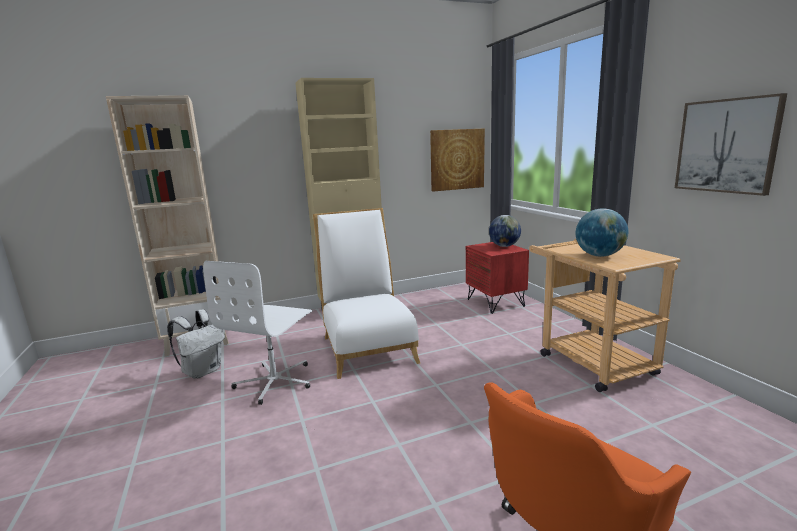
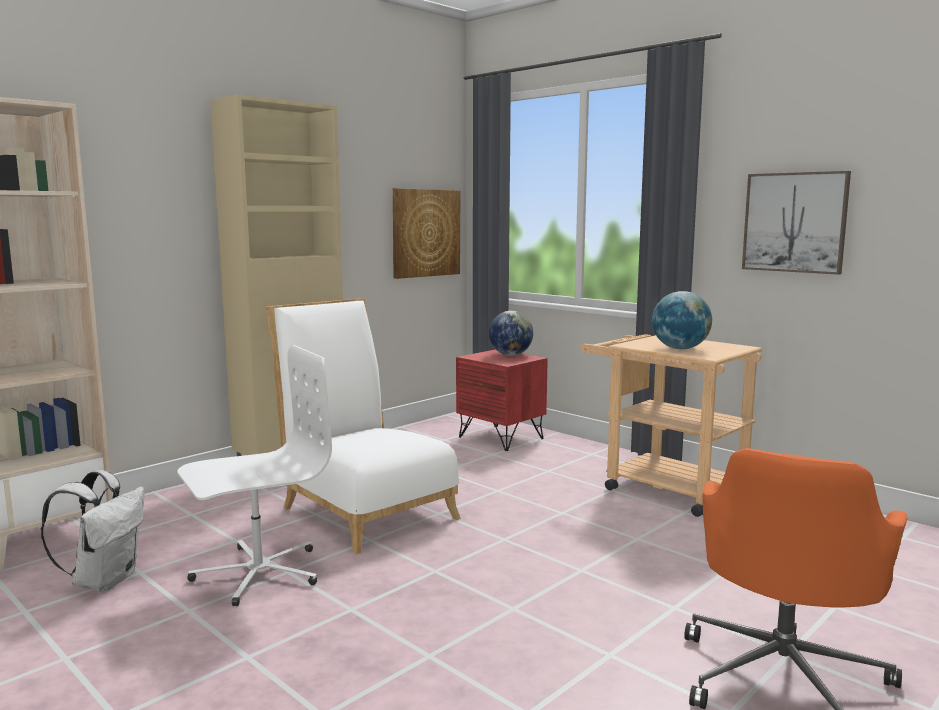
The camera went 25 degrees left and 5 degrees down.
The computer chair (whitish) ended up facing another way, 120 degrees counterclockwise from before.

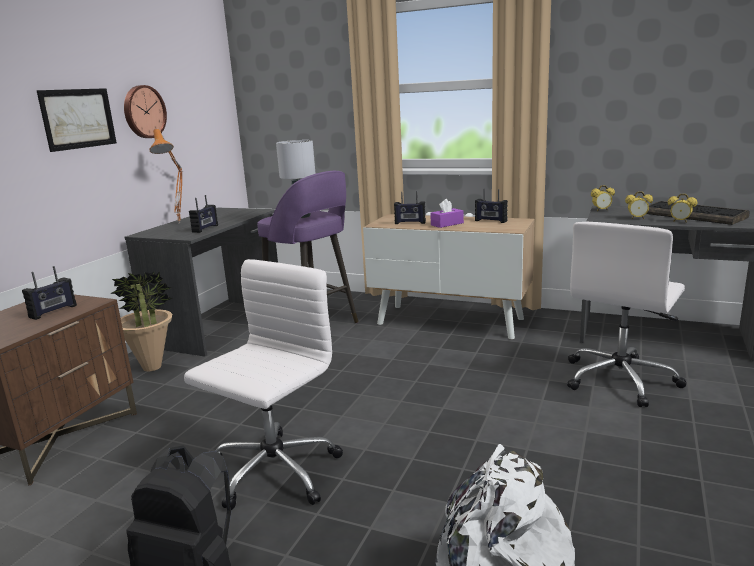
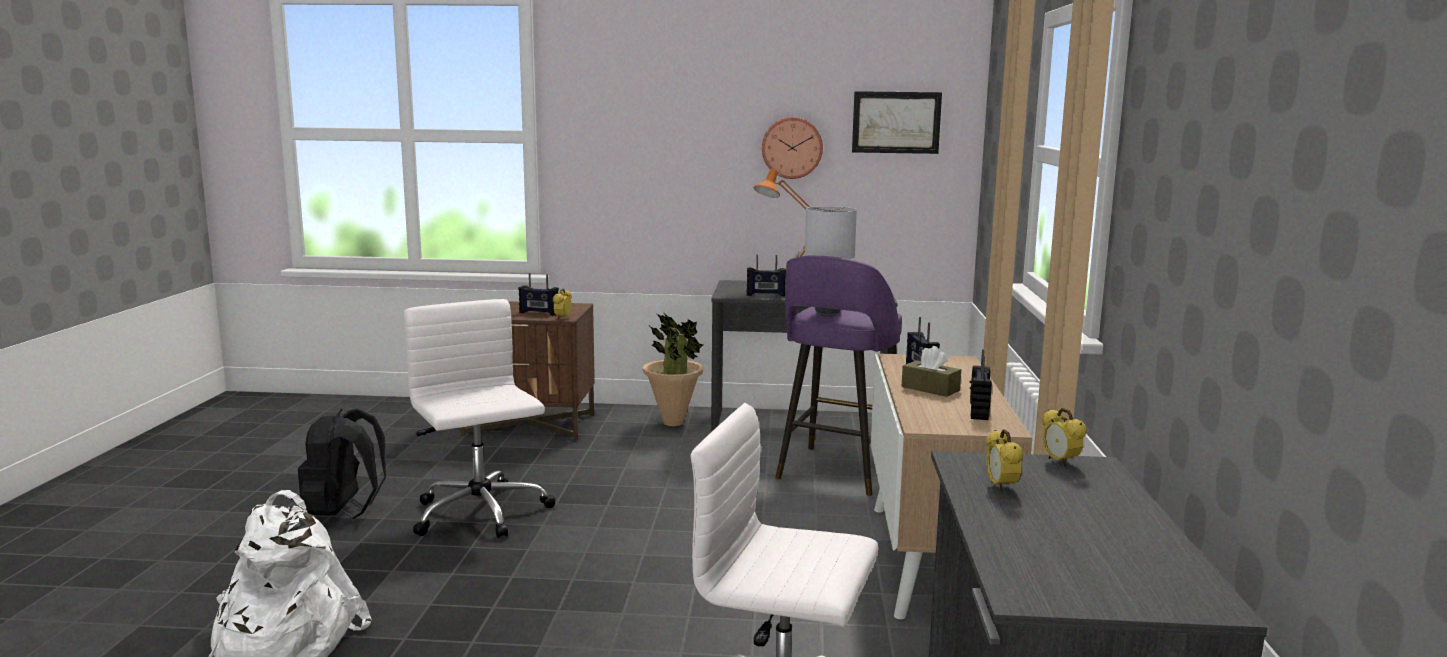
The camera went 70 degrees right and 5 degrees down.
The computer chair (whitish) (1st from left) ended up facing another way, 135 degrees counterclockwise from before.
The alarm clock (3rd from left in the first image) ended up elsewhere.
The wall art ended up elsewhere.
What was the tissue box (purple) turned into the tissue box (brown).
The second view lost the computer keyboard.

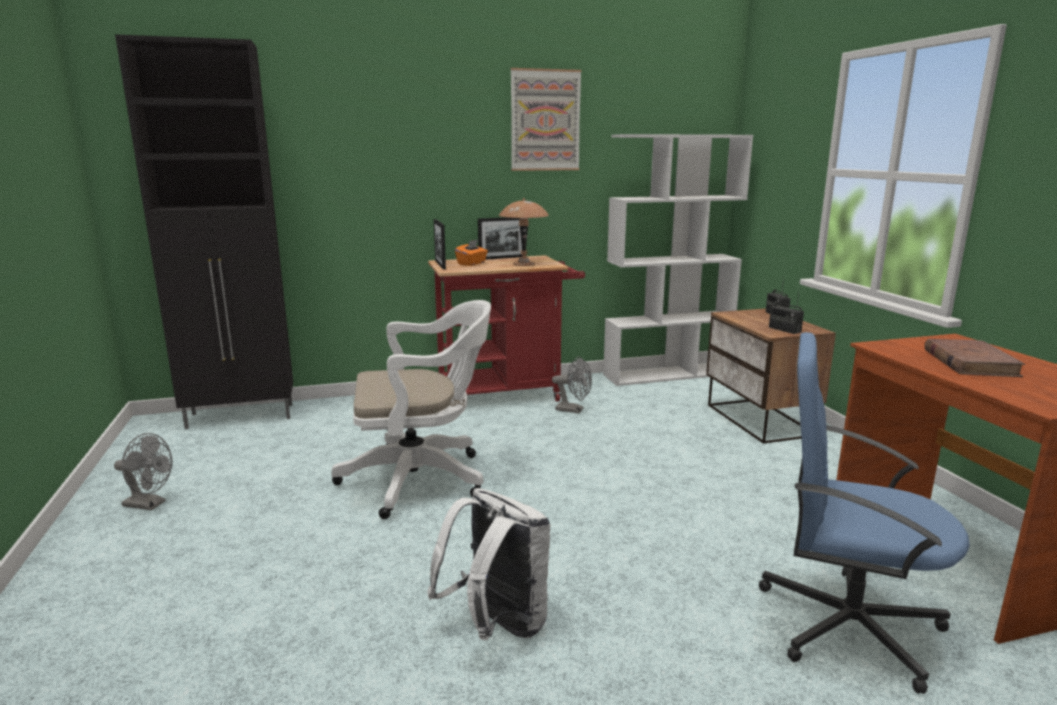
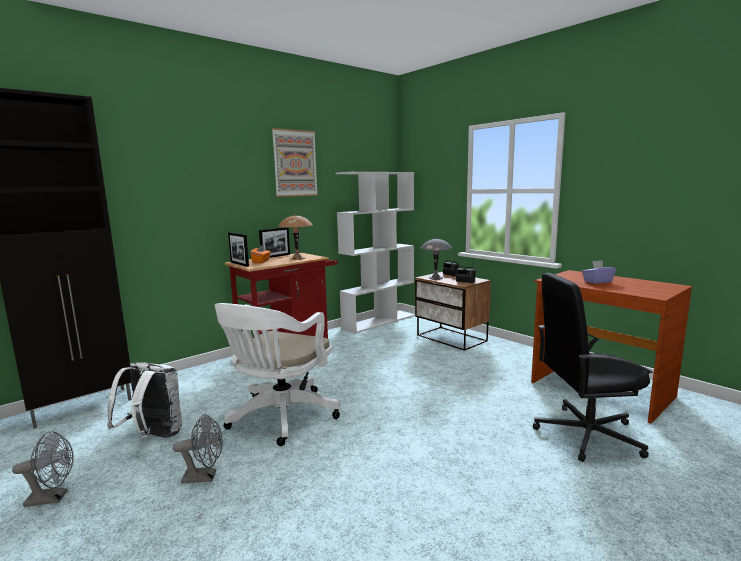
The camera went 25 degrees left and 5 degrees down.
The knapsack (whitish) ended up elsewhere.
The electric fan (greyish) (2nd from left) ended up elsewhere.
The computer chair (whitish) ended up facing another way, 150 degrees clockwise from before.
The second view gained the lamp for a table (greyish).
What was the computer chair (blue) turned into the computer chair (black-coloured).
Where the bound book (brown) stood, the tissue box (purple) came to stand.

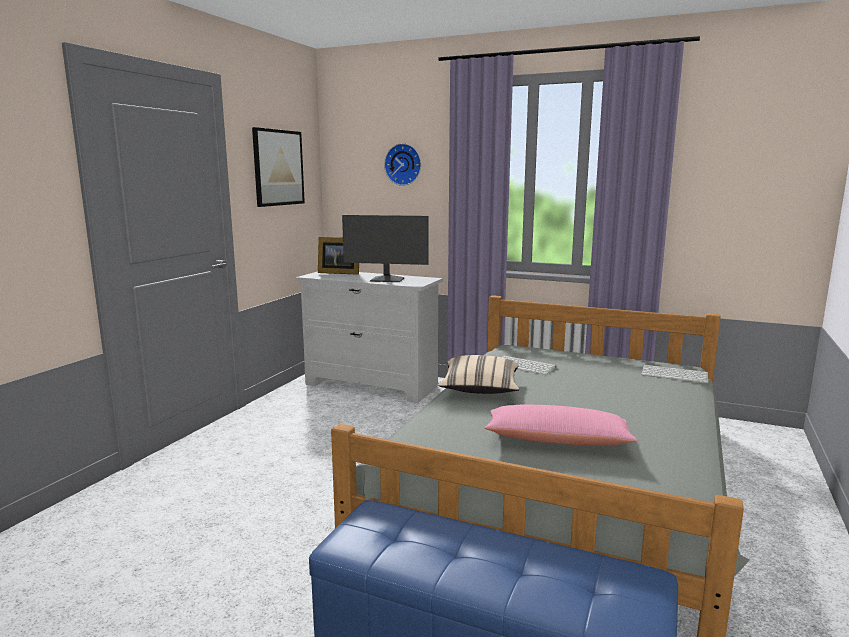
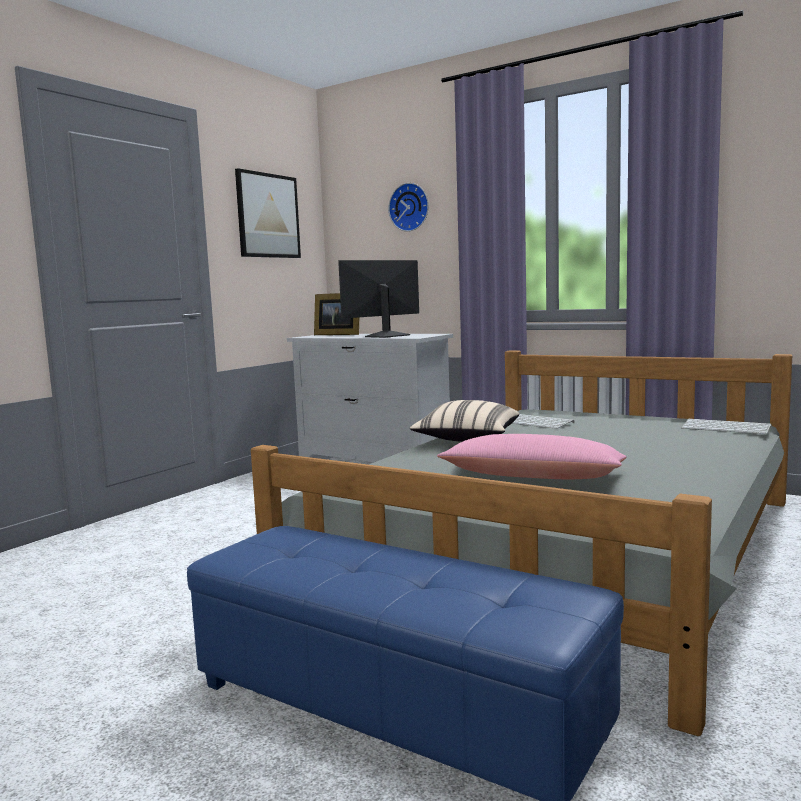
The camera went 10 degrees right and 5 degrees down.
The computer display ended up facing another way, 120 degrees clockwise from before.

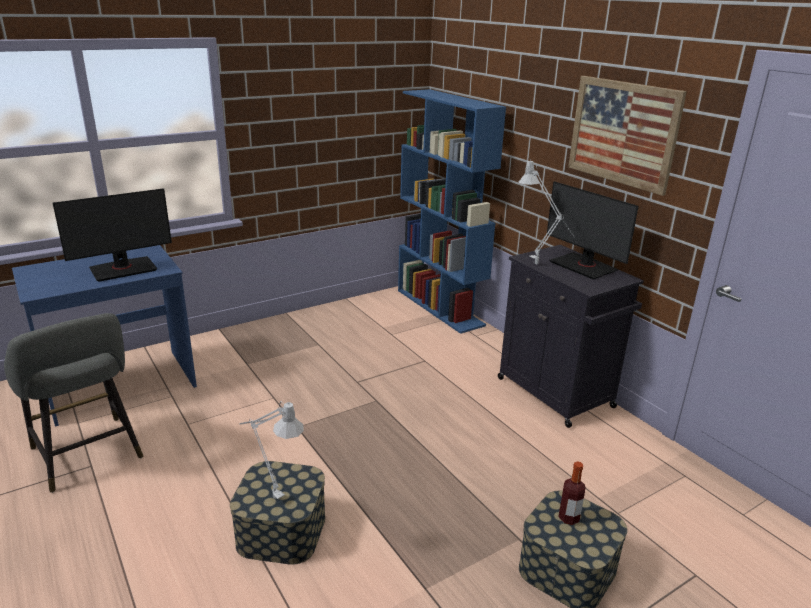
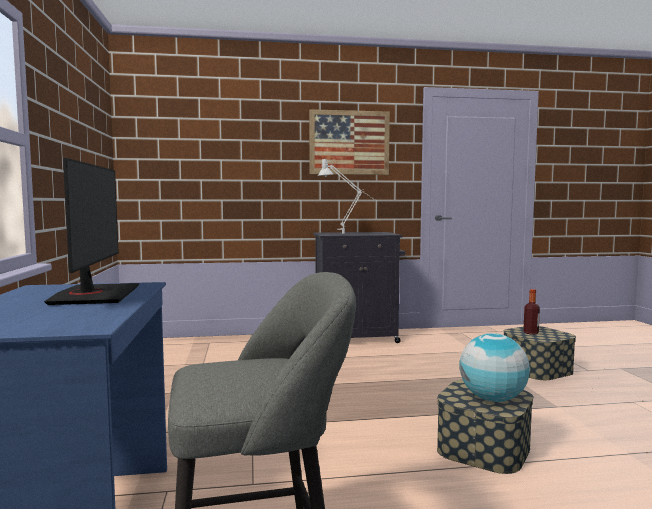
The camera went 65 degrees left and 20 degrees down.
Where the lamp for a table (greyish) (1st from left) stood, the desk globe came to stand.
The second view lost the bookcase (blue).
The second view lost the computer display (2nd from left).

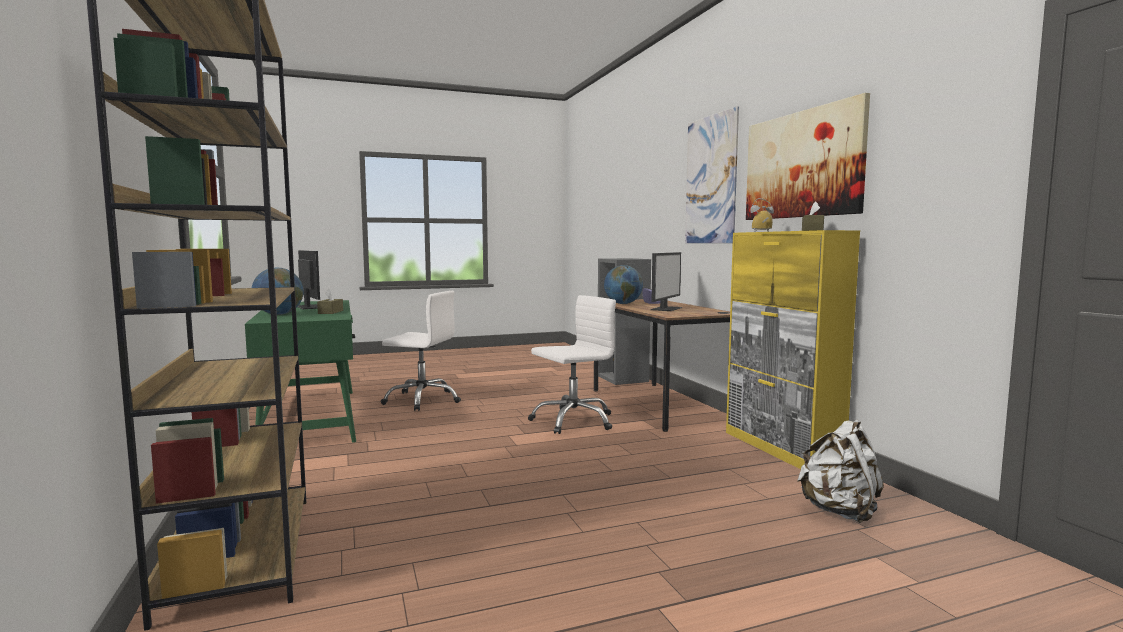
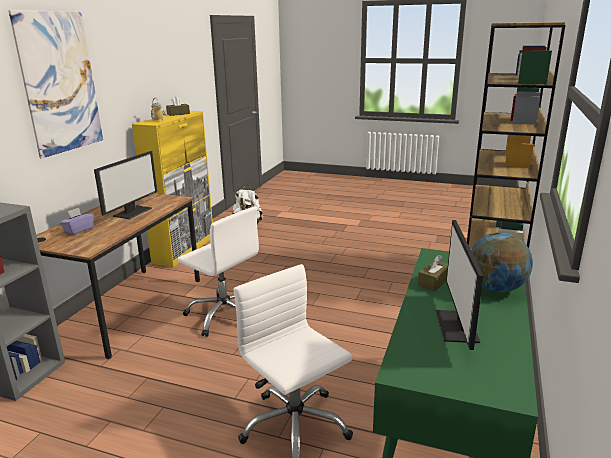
The camera went 140 degrees left and 15 degrees up.
The computer display (2nd from left in the first image) ended up facing another way, 135 degrees clockwise from before.
The computer chair (whitish) (2nd from left in the first image) ended up facing another way, 150 degrees counterclockwise from before.
The second view lost the desk globe (2nd from left).
The second view lost the wall art (2nd from left).

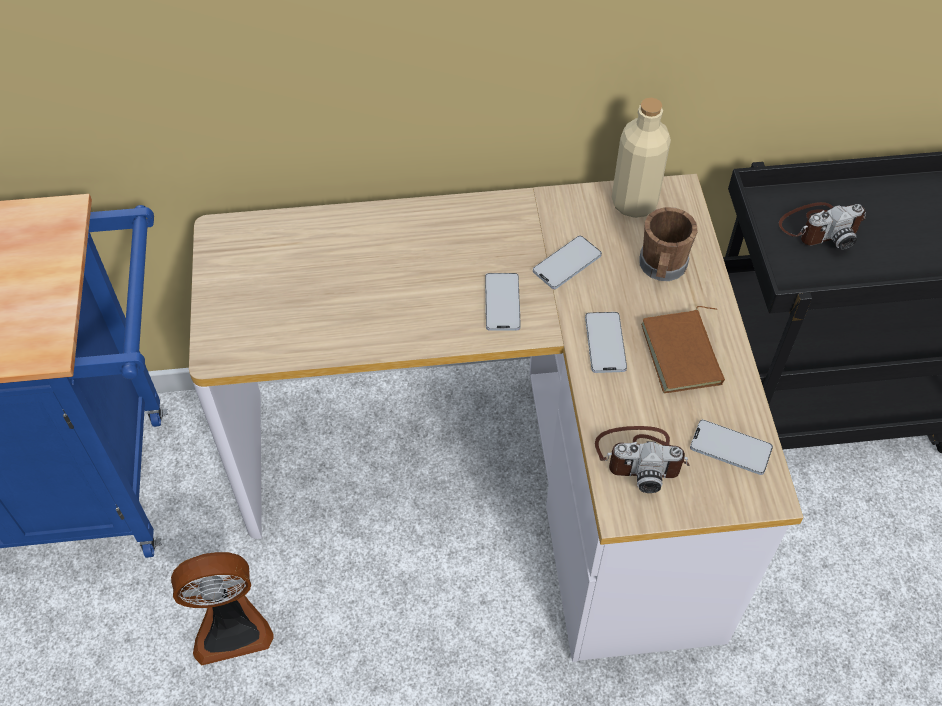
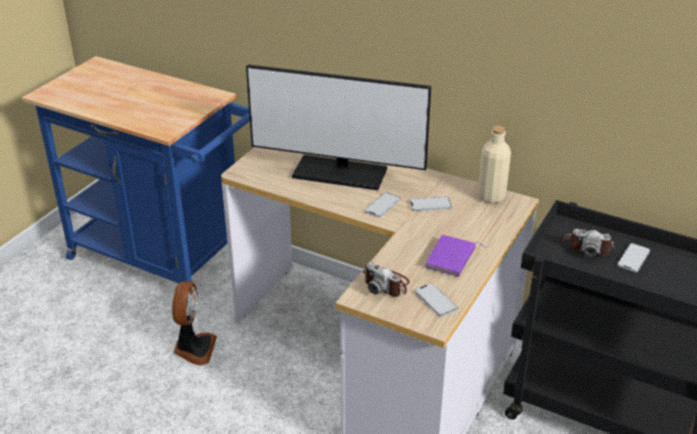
The camera went 35 degrees right and 20 degrees down.
The electric fan ended up facing another way, 105 degrees counterclockwise from before.
The second view gained the computer display.
What was the bound book (brown) turned into the bound book (purple).
The handset (3rd from left in the first image) ended up elsewhere.
The second view lost the tea mug (brown).

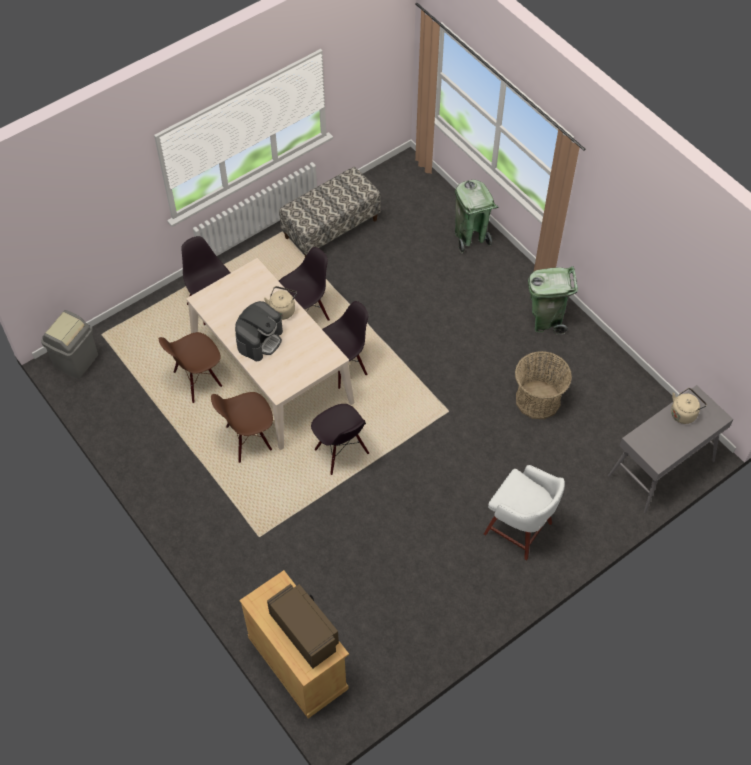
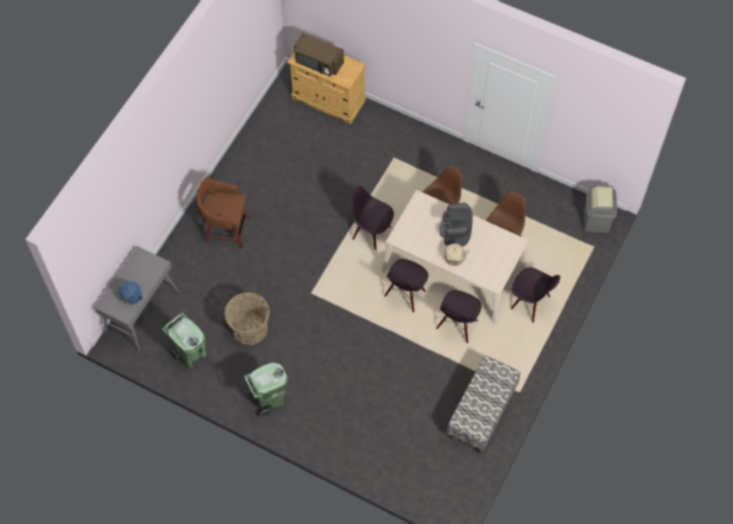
The camera went 155 degrees right and 5 degrees up.
What was the kettle (beige) (2nd from left) turned into the kettle (blue).
The trash can (green) (1st from left) ended up elsewhere.
What was the stool (whitish) turned into the stool (brown).

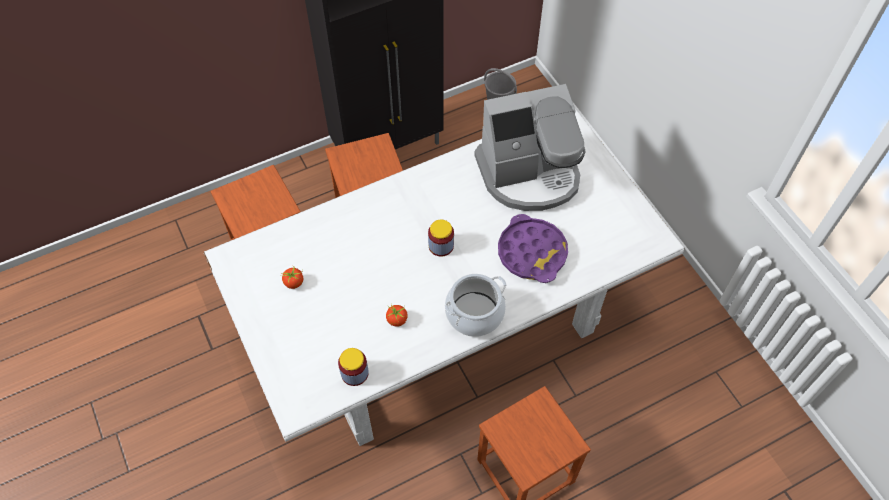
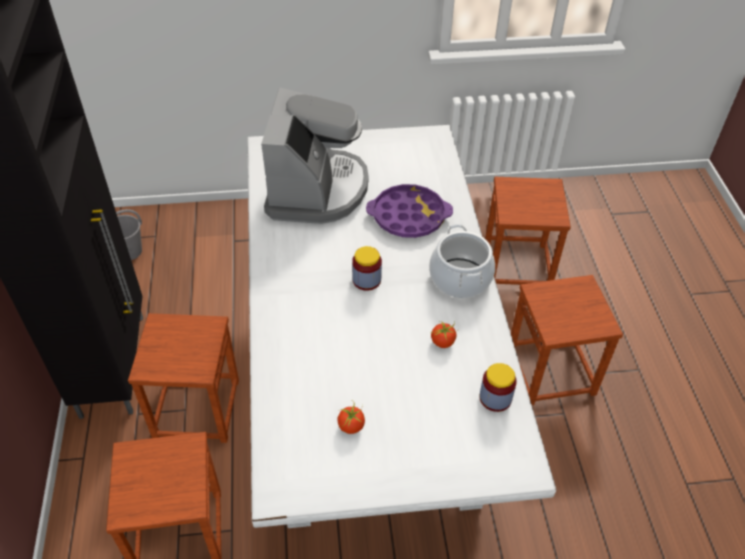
The camera went 70 degrees left and 10 degrees down.
The second view gained the stool (brown) (3rd from left).

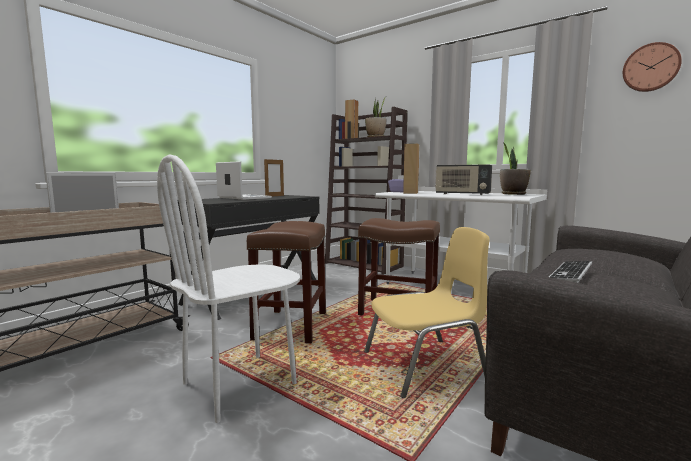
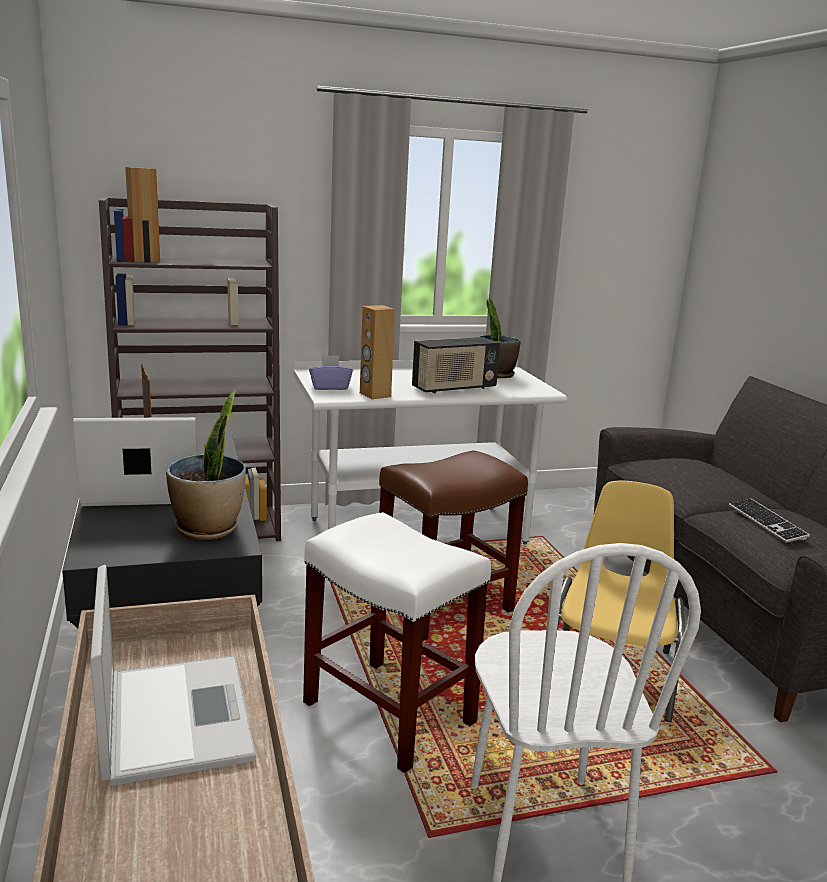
The camera went 55 degrees left and 10 degrees up.
The plant in a pot (1st from left) ended up elsewhere.
What was the stool (brown) (1st from left) turned into the stool (whitish).
The second view lost the clock on the wall.

